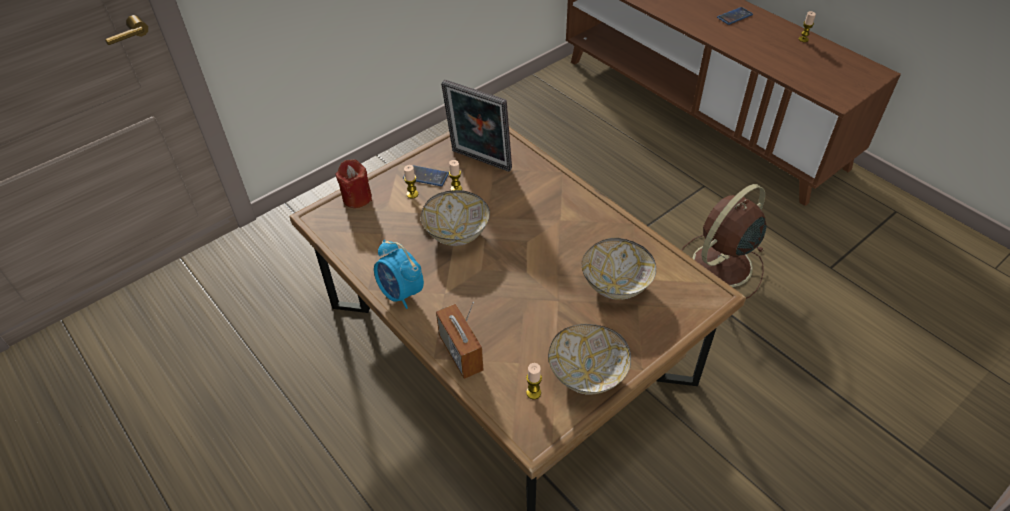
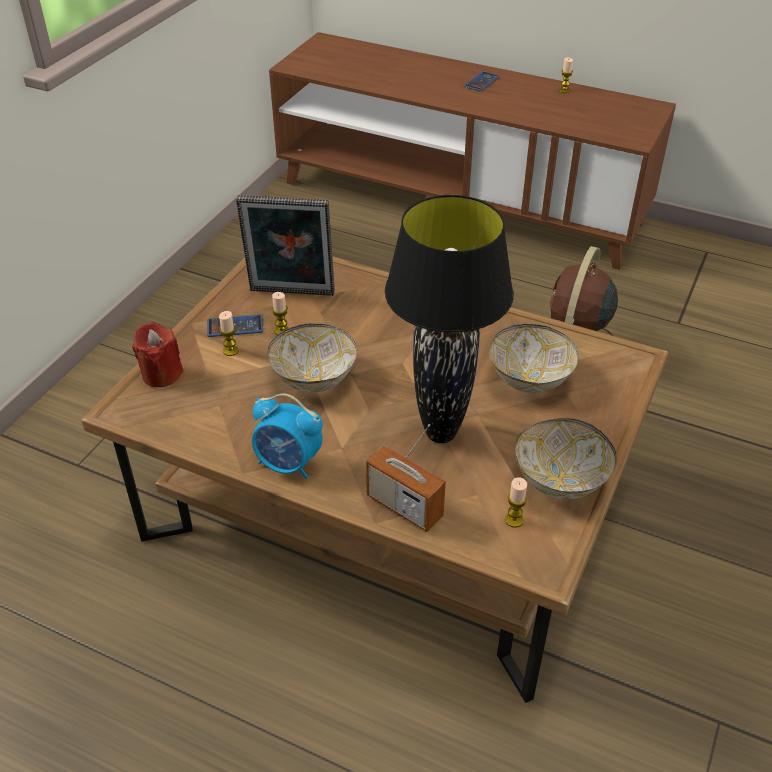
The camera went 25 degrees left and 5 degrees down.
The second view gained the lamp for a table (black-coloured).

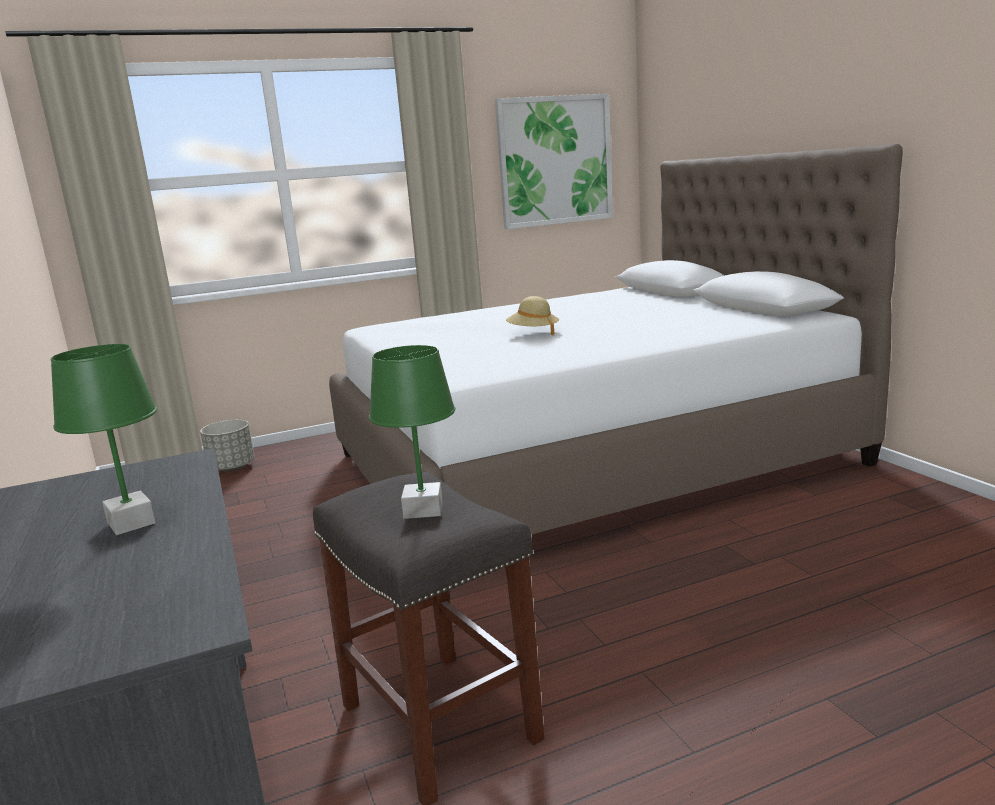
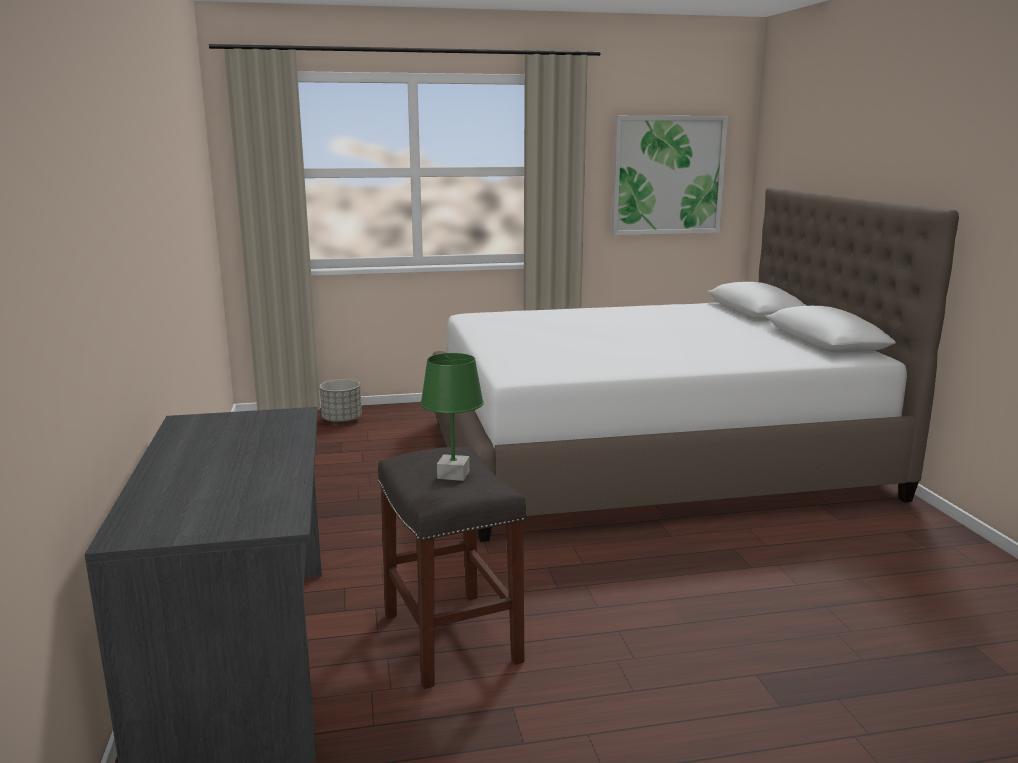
The camera went 10 degrees right and 0 degrees up.
The second view lost the lamp for a table (green) (1st from left).
The second view lost the clothing hat (beige).

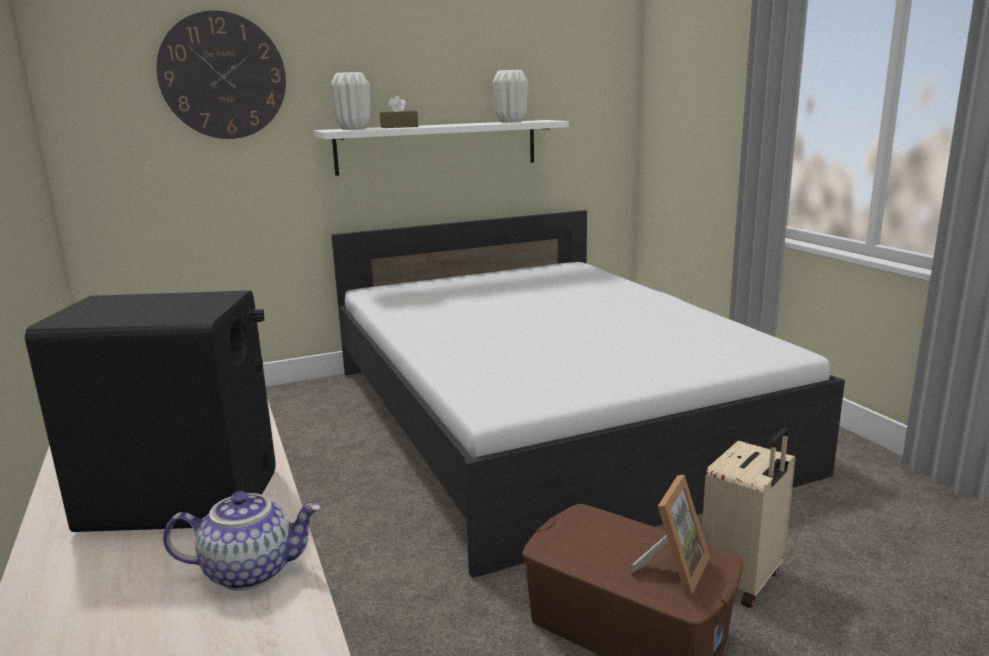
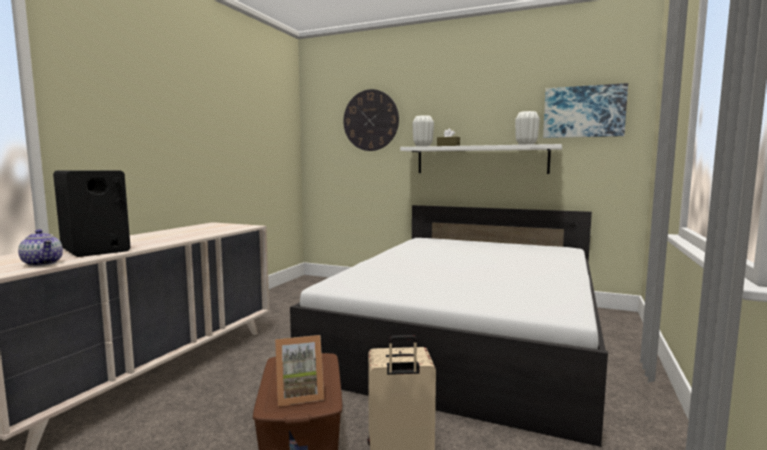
The camera went 45 degrees right and 10 degrees down.
The second view gained the wall art.

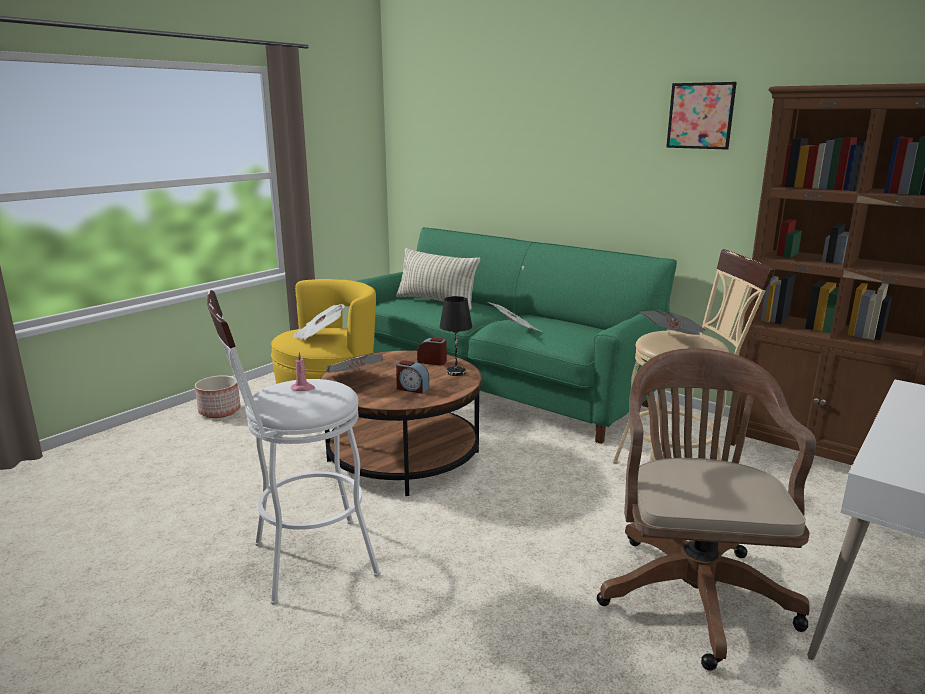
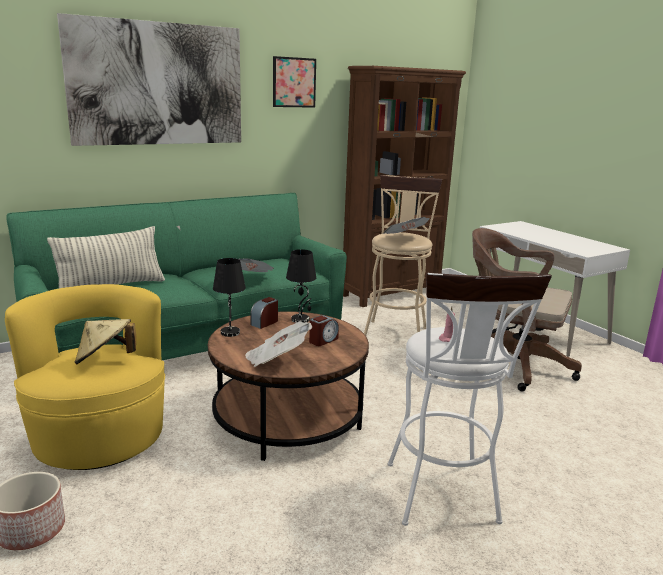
The camera went 70 degrees left and 0 degrees up.
The second view gained the wall art (1st from left).
Where the newspaper (1st from left) stood, the clothing hat (beige) came to stand.
The second view gained the lamp for a table (black-coloured) (1st from left).

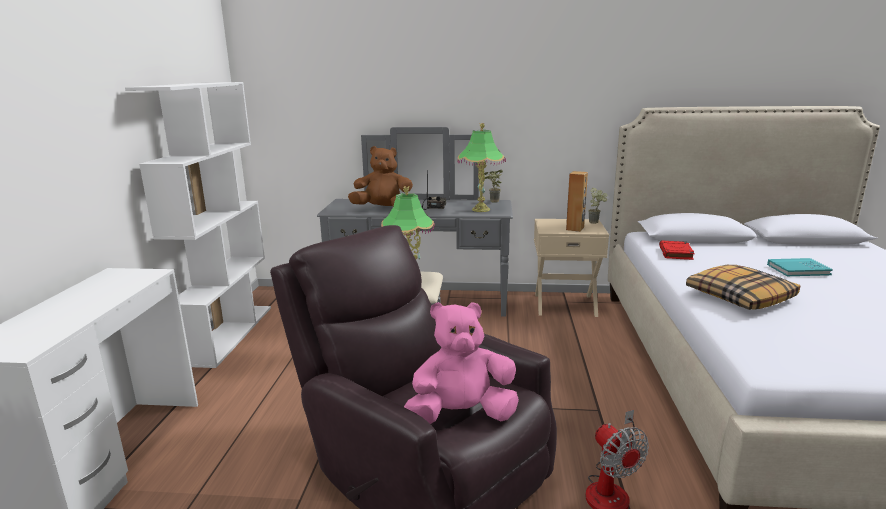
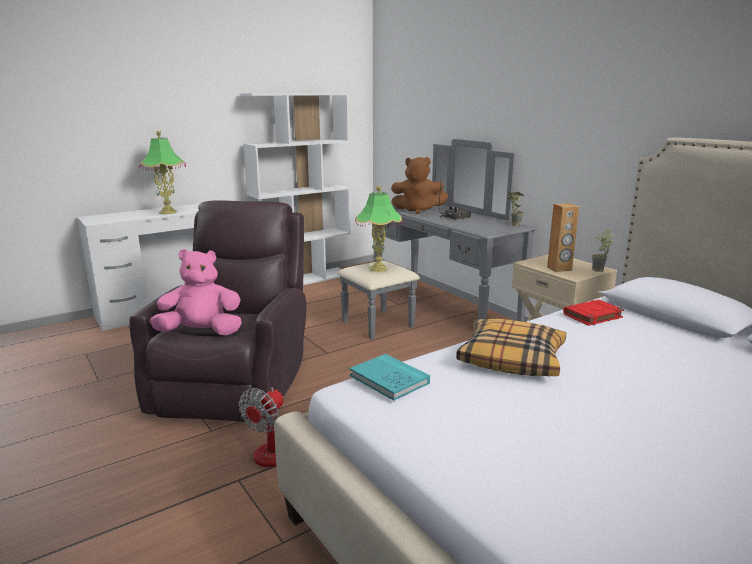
The camera went 50 degrees right and 0 degrees up.
The lamp for a table (2nd from left in the first image) ended up elsewhere.
The plush toy (pink) ended up facing another way, 45 degrees counterclockwise from before.
The bound book (turquoise-coloured) ended up elsewhere.
The plush toy (brown) ended up facing another way, 135 degrees clockwise from before.

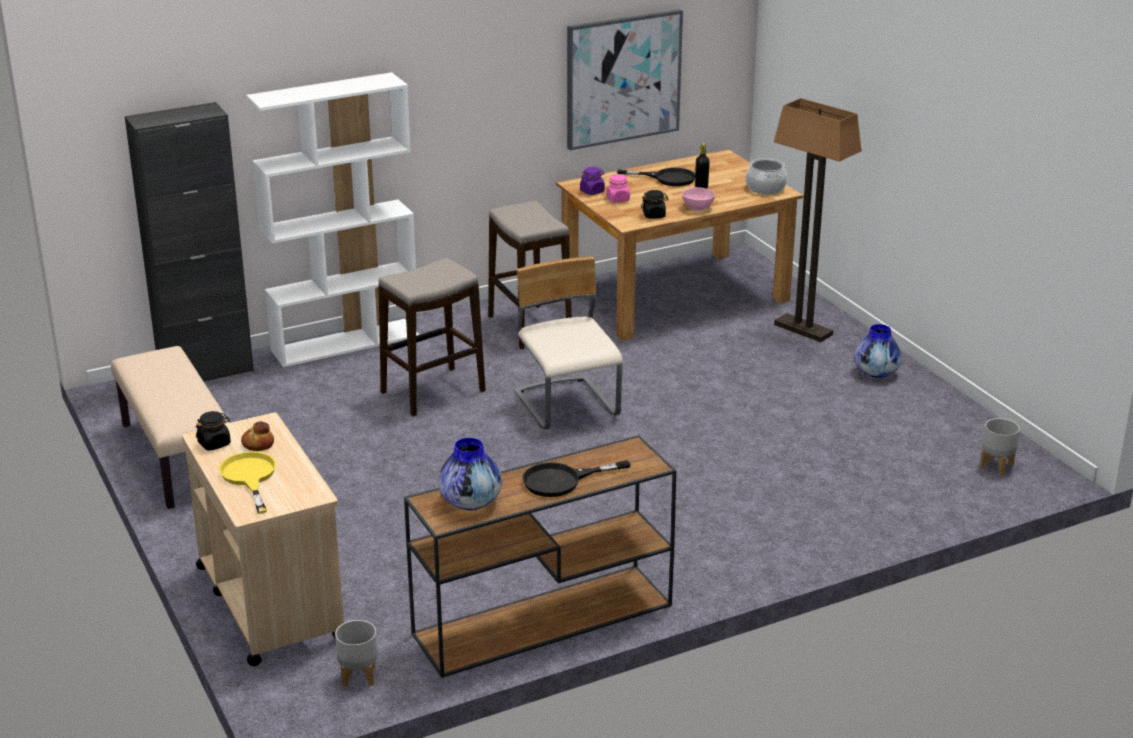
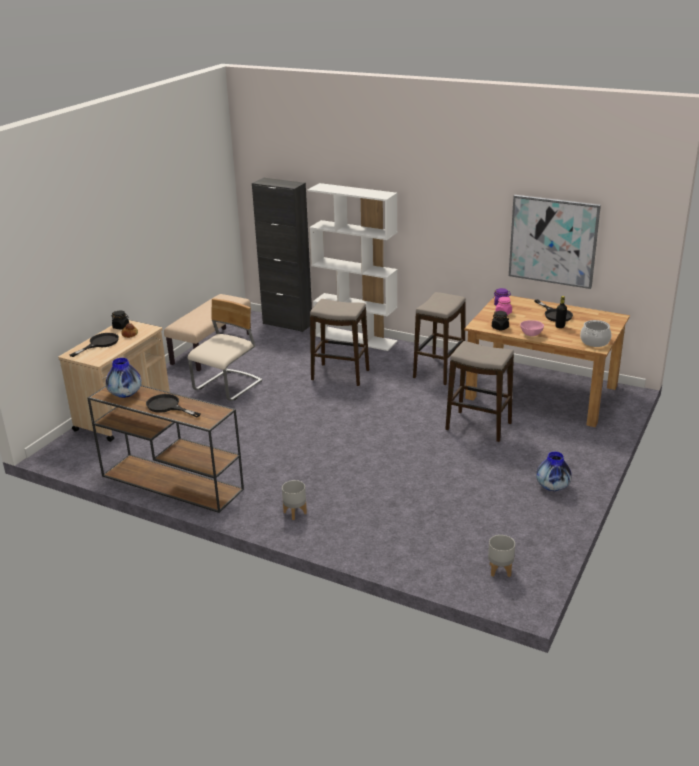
The camera went 55 degrees right and 0 degrees up.
What was the skillet (yellow) turned into the skillet (black-coloured) (1st from left).
The upright chair (beige) ended up elsewhere.
The planter (greyish) (1st from left) ended up elsewhere.
The second view gained the stool (3rd from left).
The second view lost the standing lamp.

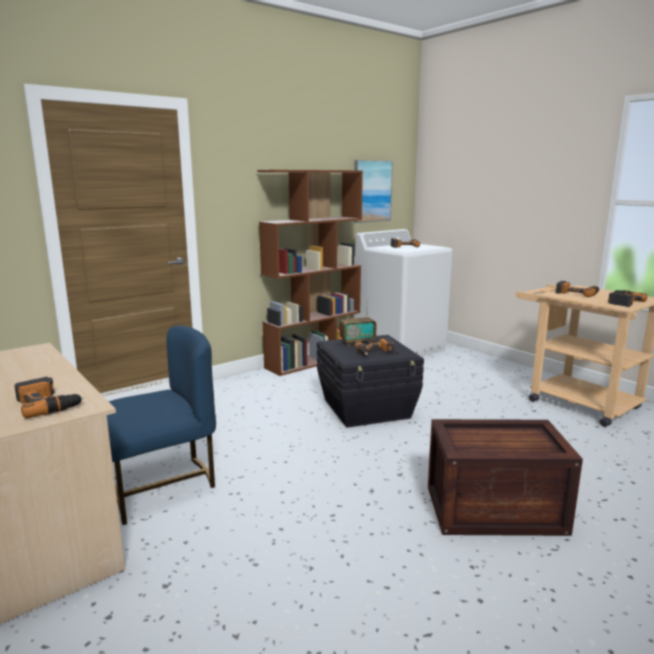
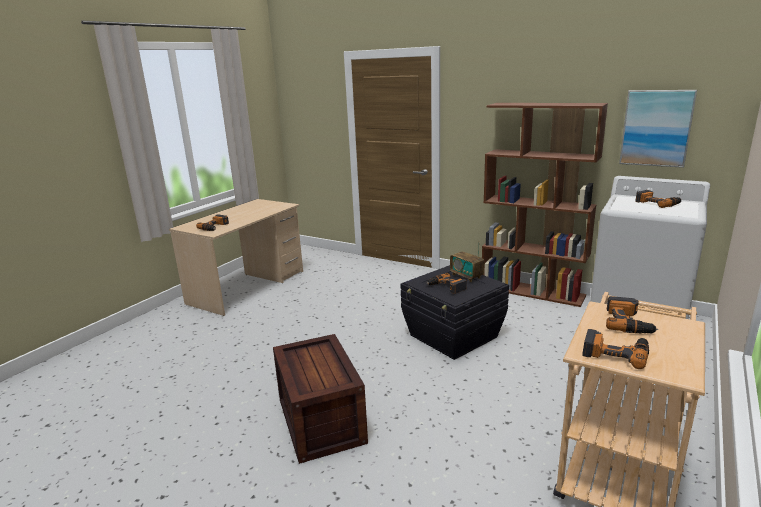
The camera went 70 degrees right and 5 degrees up.
The second view lost the upright chair (blue).

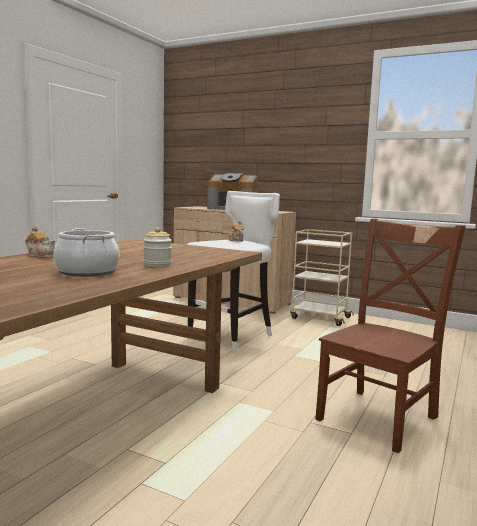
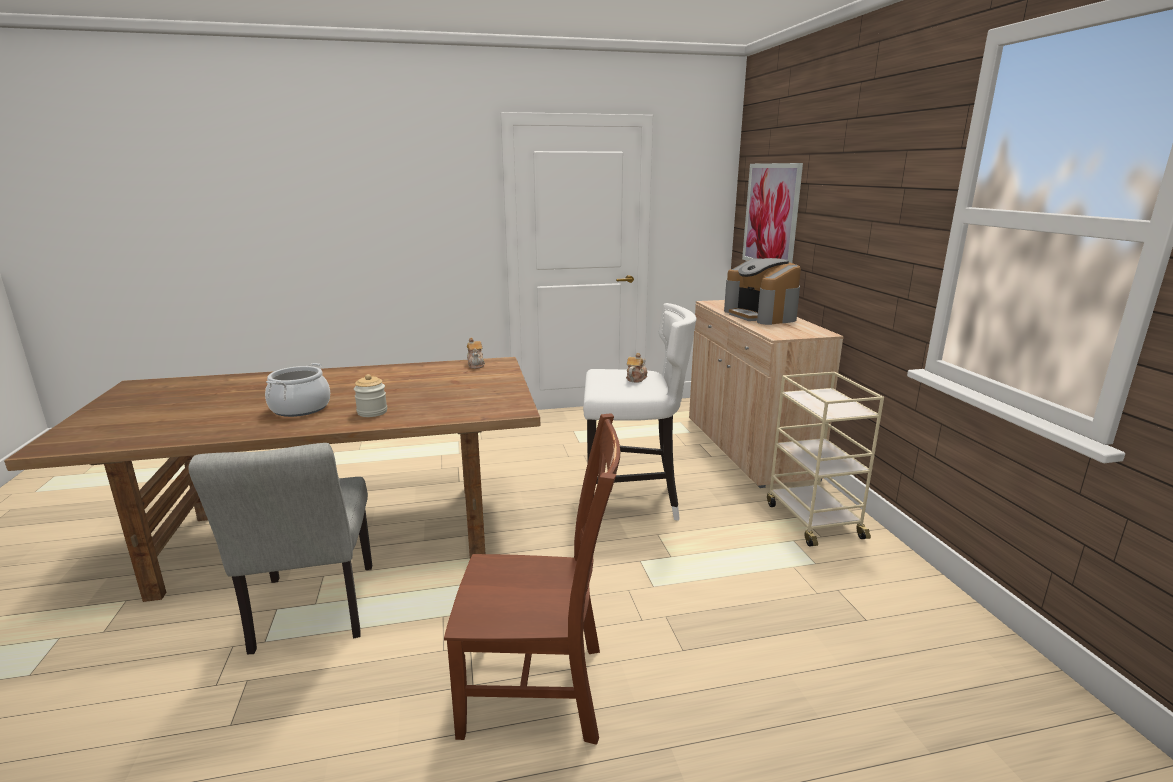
The camera went 50 degrees right and 10 degrees up.
The second view gained the upright chair (greyish).
The pot for tea (1st from left) ended up elsewhere.
The second view gained the wall art.

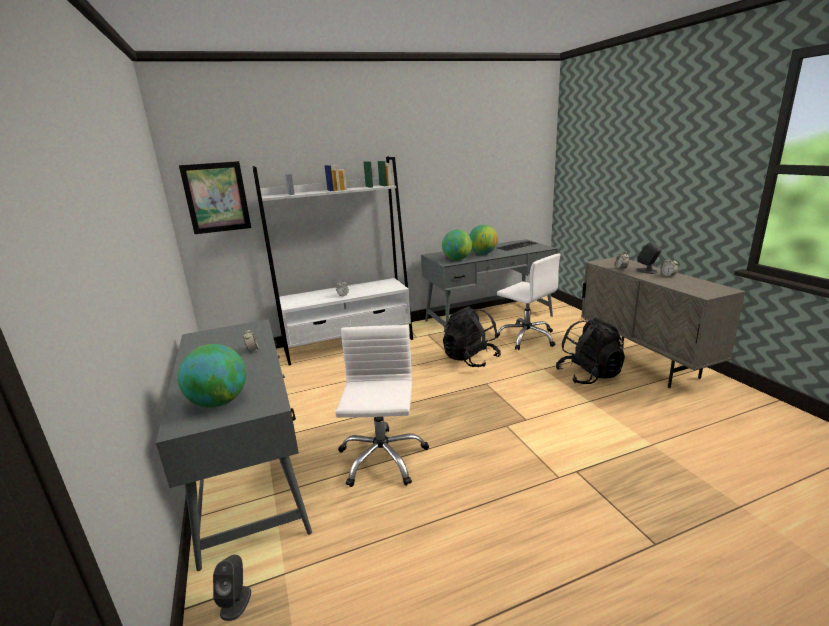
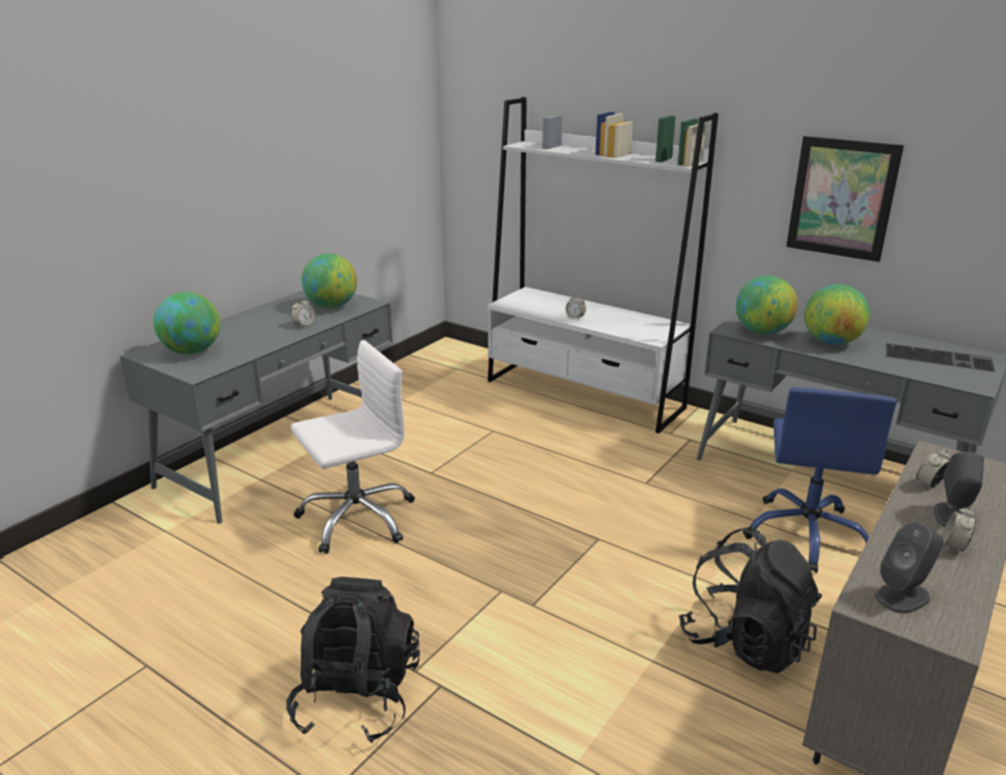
The camera went 55 degrees right and 5 degrees up.
The knapsack (black-coloured) (1st from left) ended up elsewhere.
The second view gained the desk globe (2nd from left).
What was the computer chair (whitish) (2nd from left) turned into the computer chair (blue).
The wall art ended up elsewhere.
The loudspeaker (greyish) (1st from left) ended up elsewhere.

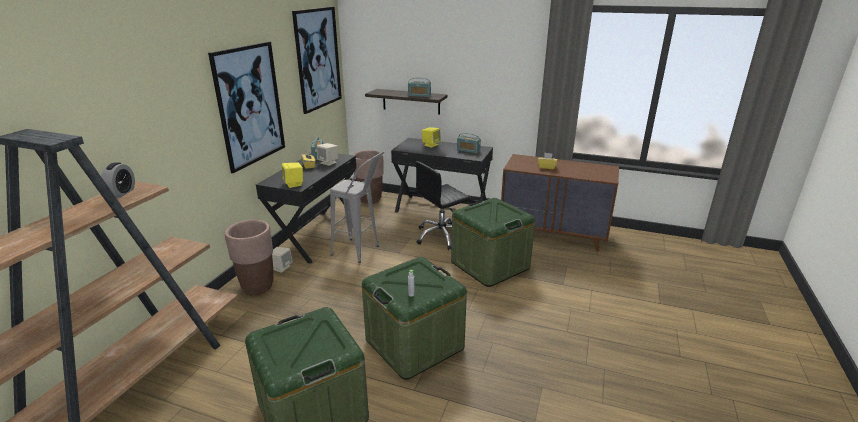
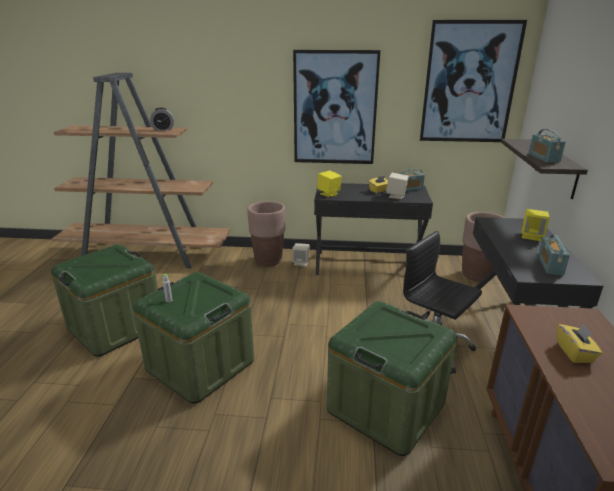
The camera went 75 degrees right and 0 degrees up.
The second view lost the stool (greyish).

